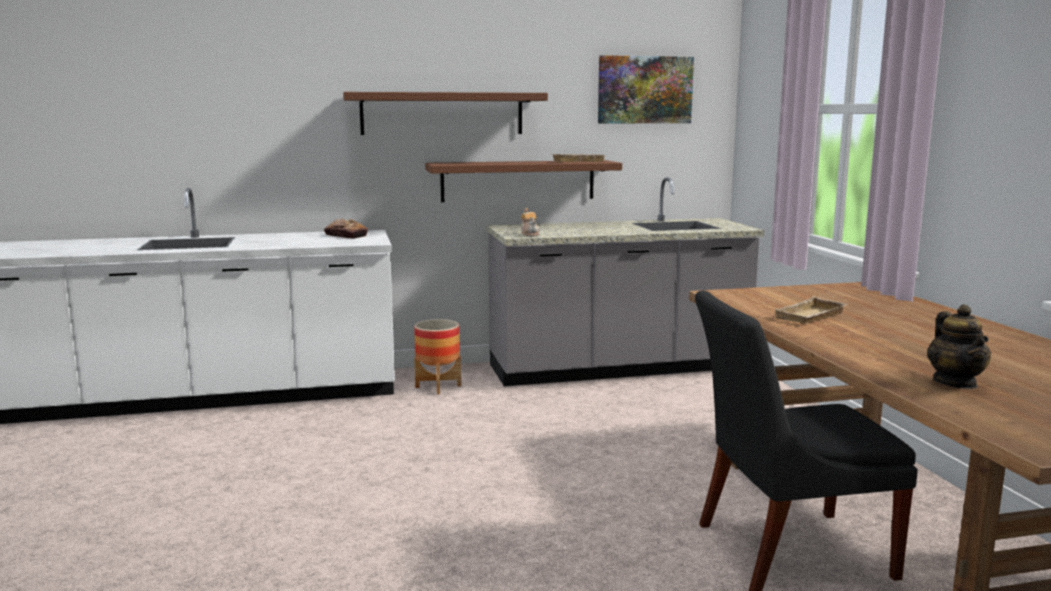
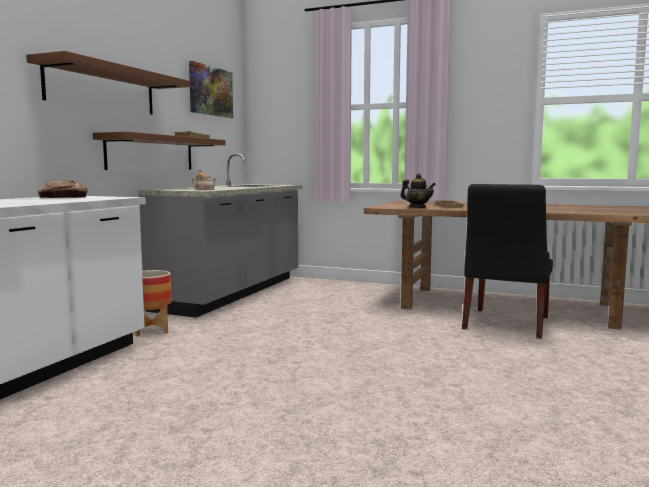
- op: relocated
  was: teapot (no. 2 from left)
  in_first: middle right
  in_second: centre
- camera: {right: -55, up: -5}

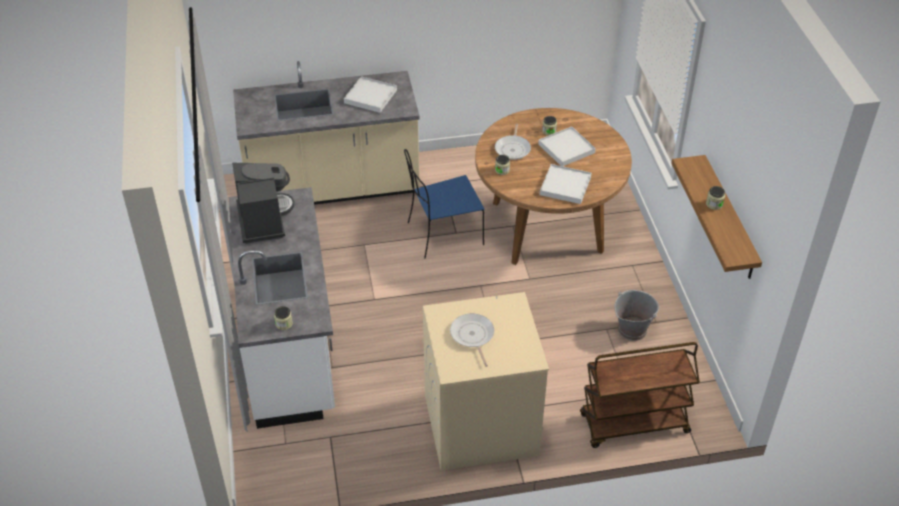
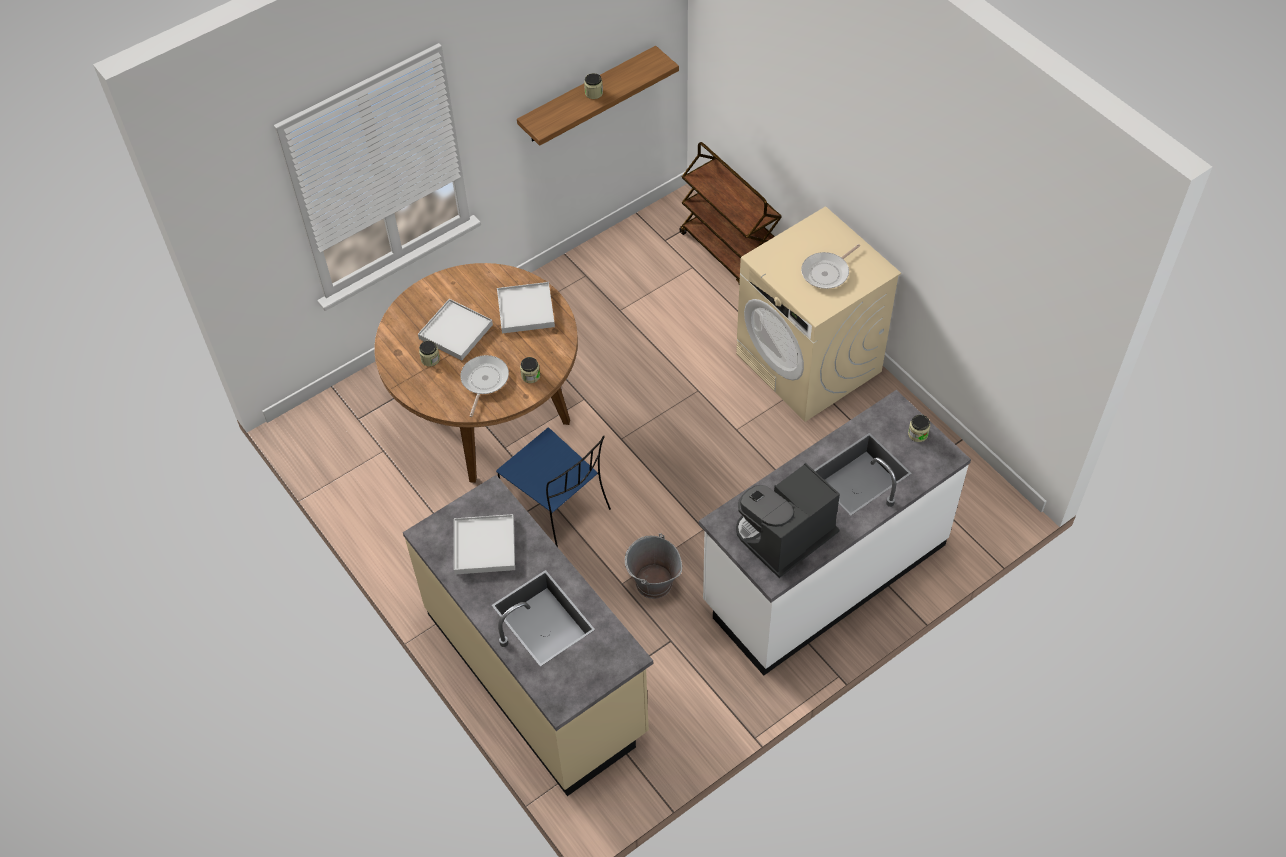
- op: spun
  was: frying pan (no. 2 from left in the first image)
  in_first: top centre
  in_second: centre
  clockwise: -60
- op: relocated
  was: bucket in grey
  in_first: middle right
  in_second: centre
- camera: {right: -115, up: 10}

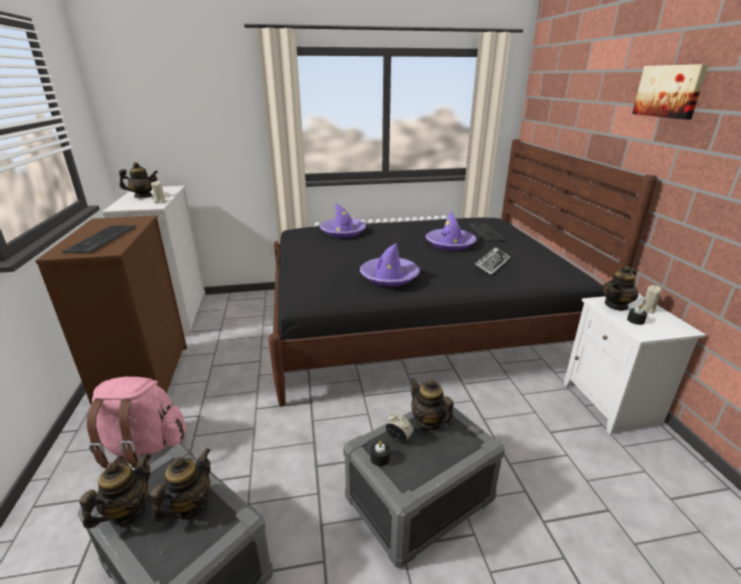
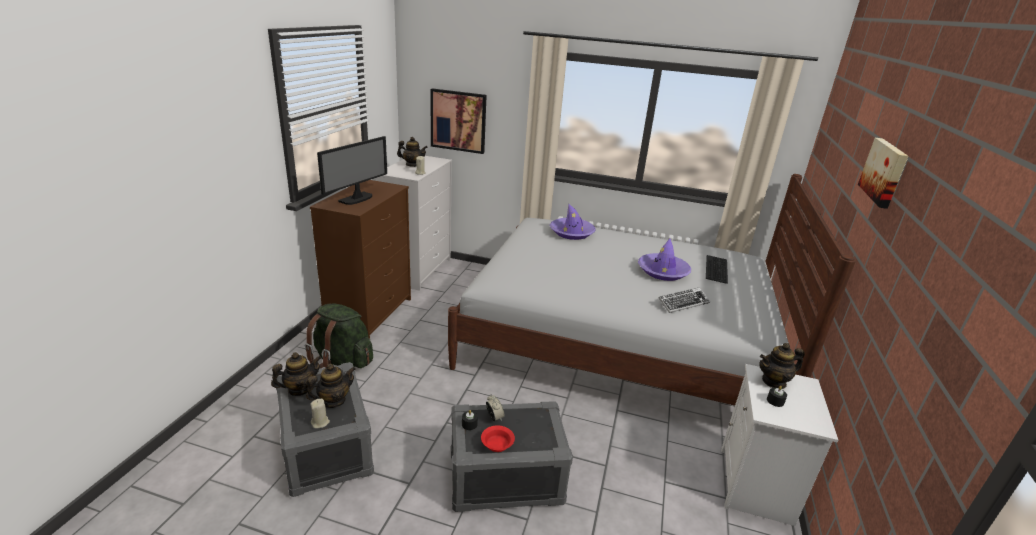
- op: exchanged
  was: keyboard (no. 1 from left)
  now: monitor
  in_first: middle left
  in_second: top centre
- op: colour
  was: backpack in pink
  now: backpack in green
  in_first: bottom left
  in_second: middle left
- op: colour
  was: bed in black
  now: bed in white
  in_first: centre
  in_second: centre
- op: missing
  was: hat in purple (no. 2 from left)
  in_first: centre
- op: missing
  was: teapot (no. 4 from left)
  in_first: bottom centre
- op: relocated
  was: candle in beige (no. 2 from left in the first image)
  now: candle in beige (no. 1 from left)
  in_first: middle right
  in_second: bottom left
- op: appeared
  now: picture (no. 1 from left)
  in_second: top centre
- op: appeared
  now: bowl in red
  in_second: bottom centre
- camera: {right: 25, up: 0}

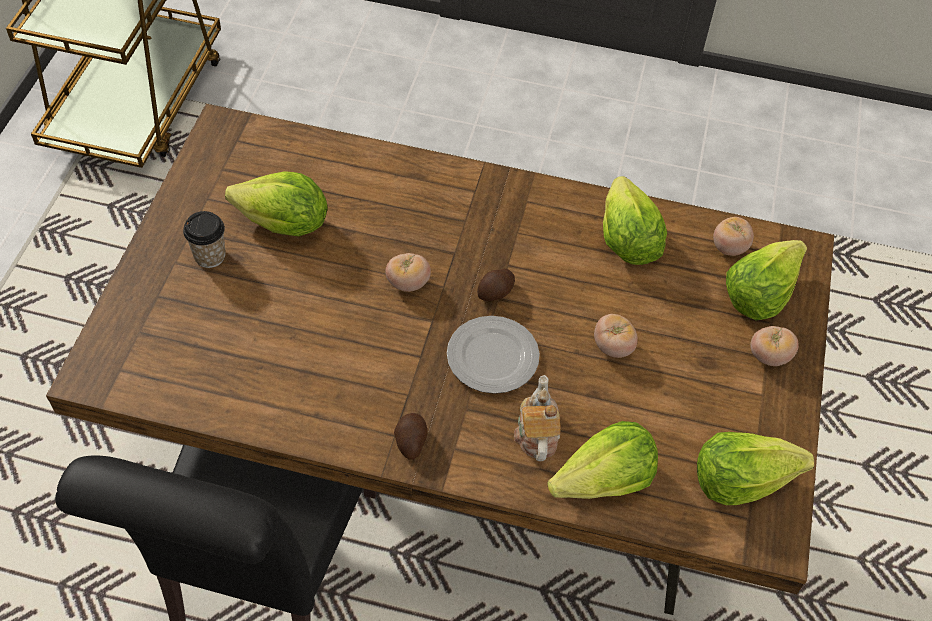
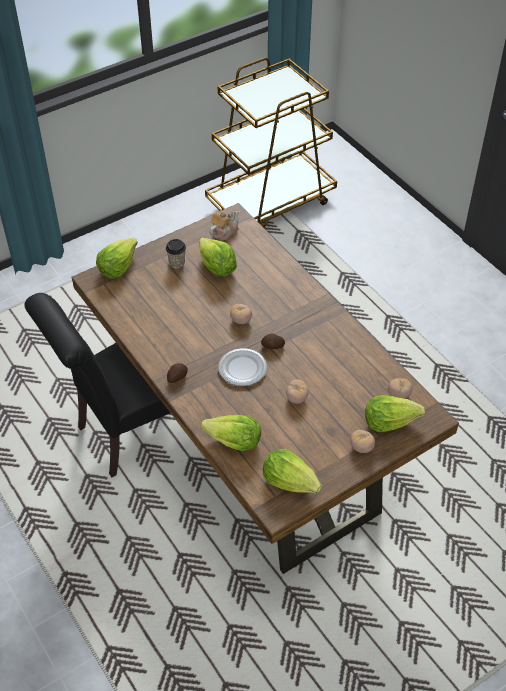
- op: relocated
  was: teapot
  in_first: bottom centre
  in_second: top centre
- op: relocated
  was: lettuce (no. 3 from left in the first image)
  now: lettuce (no. 1 from left)
  in_first: middle right
  in_second: middle left
- camera: {right: 45, up: -5}

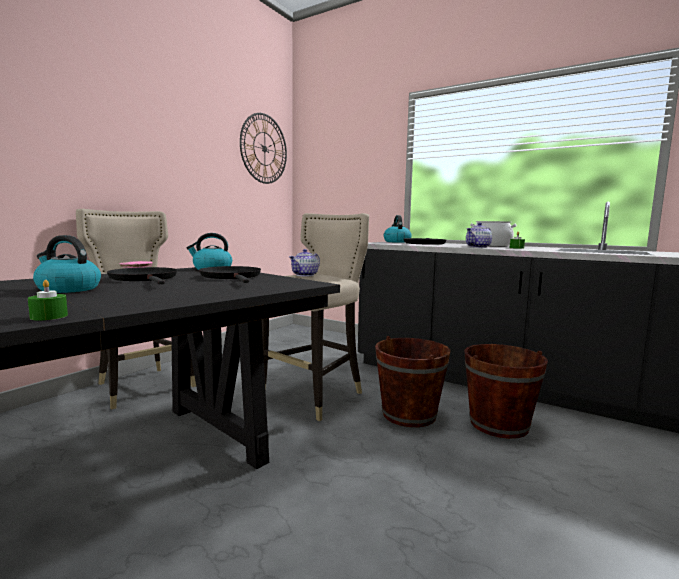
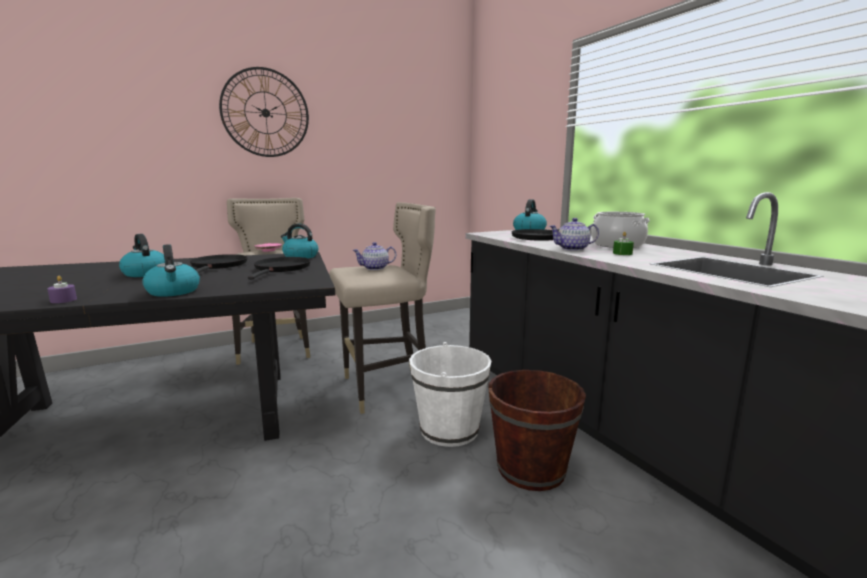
- op: colour
  was: candle in green (no. 1 from left)
  now: candle in purple
  in_first: middle left
  in_second: middle left
- op: relocated
  was: wall clock
  in_first: top centre
  in_second: top left
- op: colour
  was: bucket in brown (no. 1 from left)
  now: bucket in white
  in_first: centre
  in_second: bottom centre
- op: appeared
  now: kettle (no. 2 from left)
  in_second: middle left
- camera: {right: 30, up: 5}

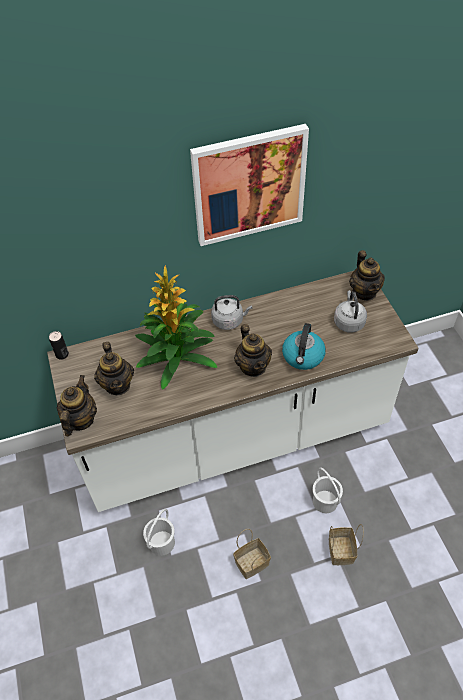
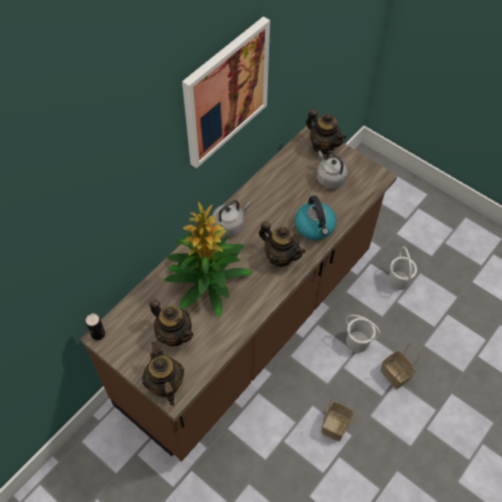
- op: colour
  was: counter in white
  now: counter in brown
  in_first: centre
  in_second: centre
- op: relocated
  was: bucket in white (no. 1 from left in the first image)
  now: bucket in white (no. 2 from left)
  in_first: bottom centre
  in_second: middle right
- camera: {right: -35, up: 5}

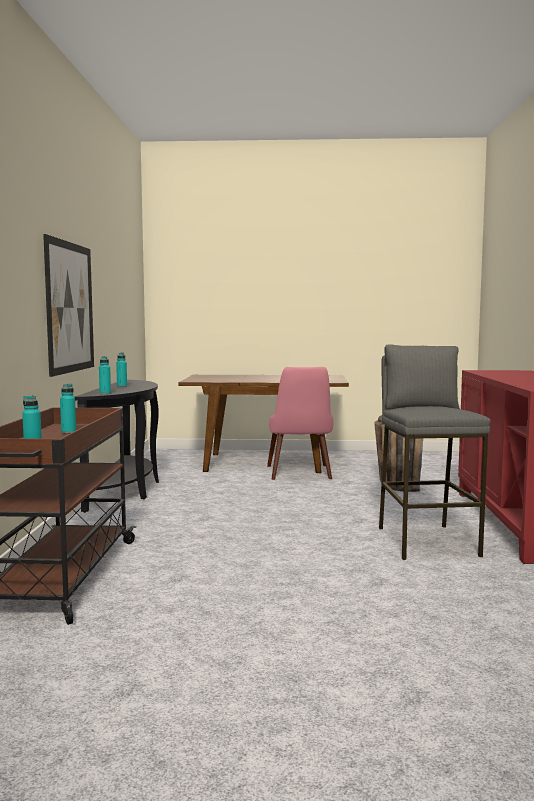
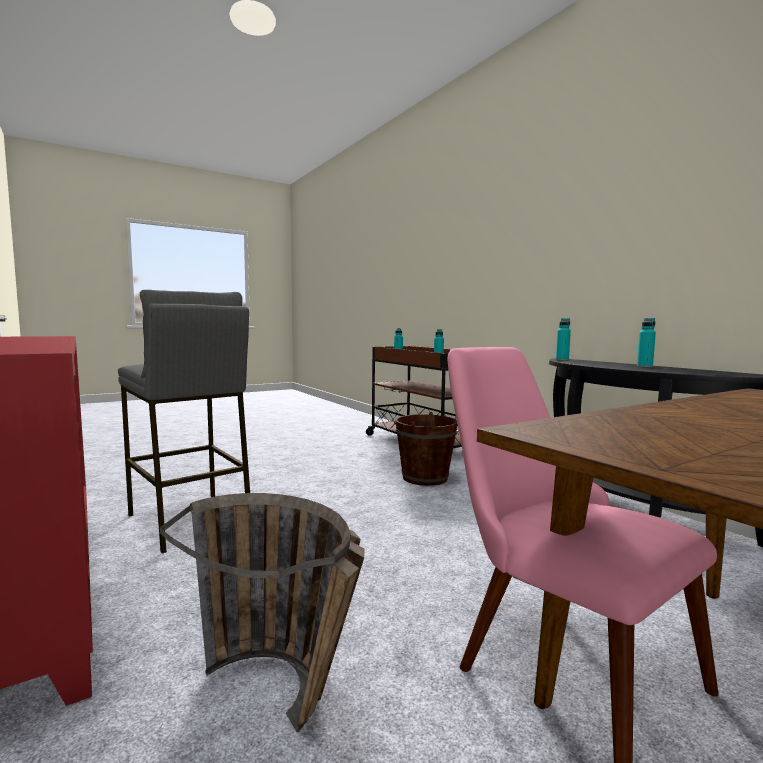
- op: missing
  was: picture
  in_first: middle left
- op: appeared
  now: bucket in brown
  in_second: centre
- camera: {right: 145, up: 0}

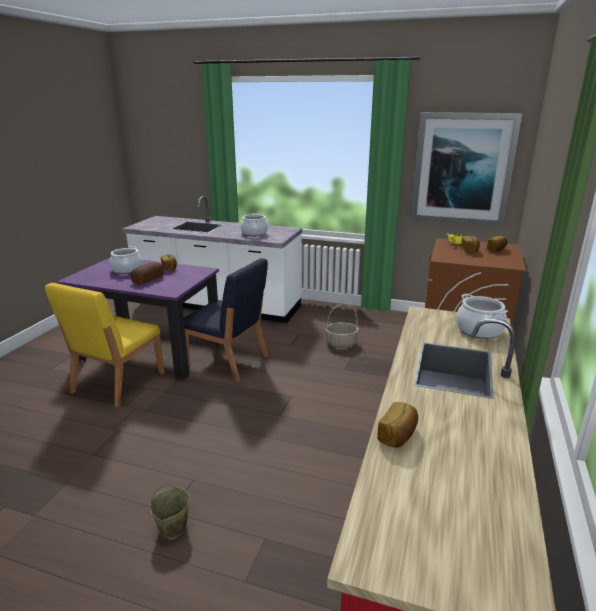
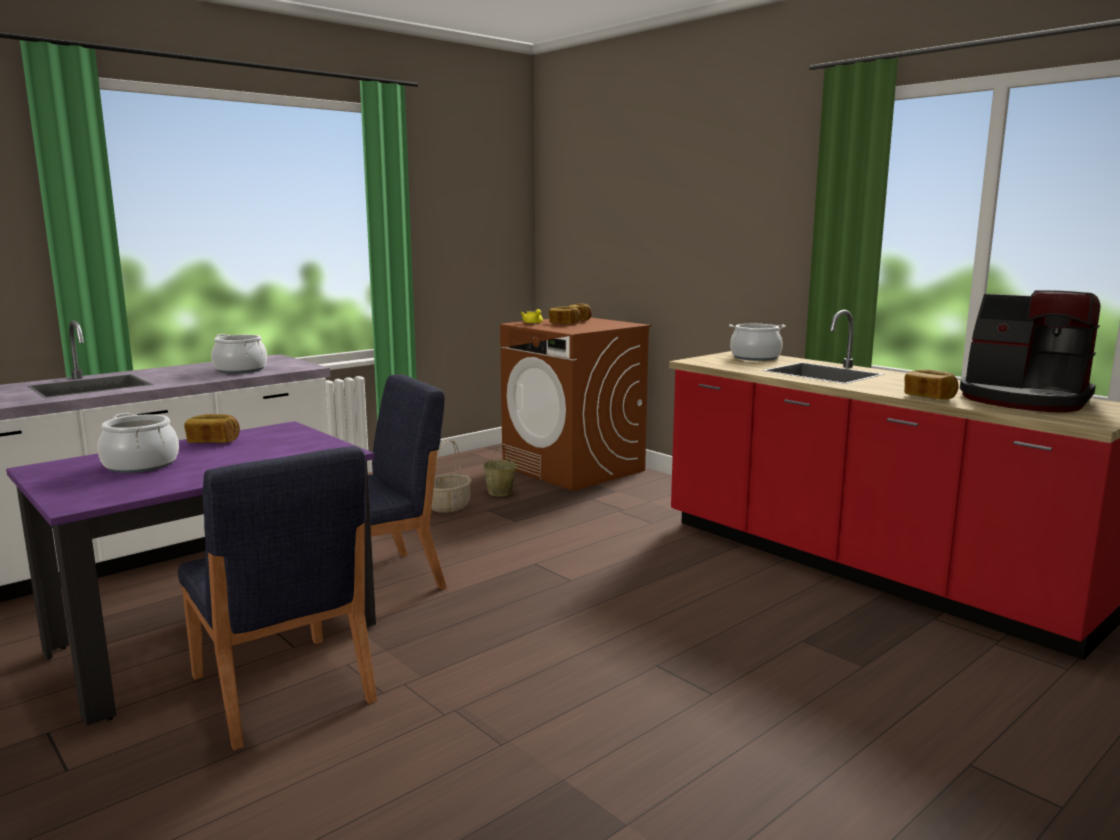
- op: colour
  was: chair in yellow
  now: chair in blue (no. 1 from left)
  in_first: middle left
  in_second: bottom left
- op: missing
  was: bread (no. 1 from left)
  in_first: middle left
- op: relocated
  was: bucket in beige
  in_first: bottom left
  in_second: centre
- op: missing
  was: picture
  in_first: top right
- op: appeared
  now: coffee machine
  in_second: middle right
- camera: {right: -60, up: -10}

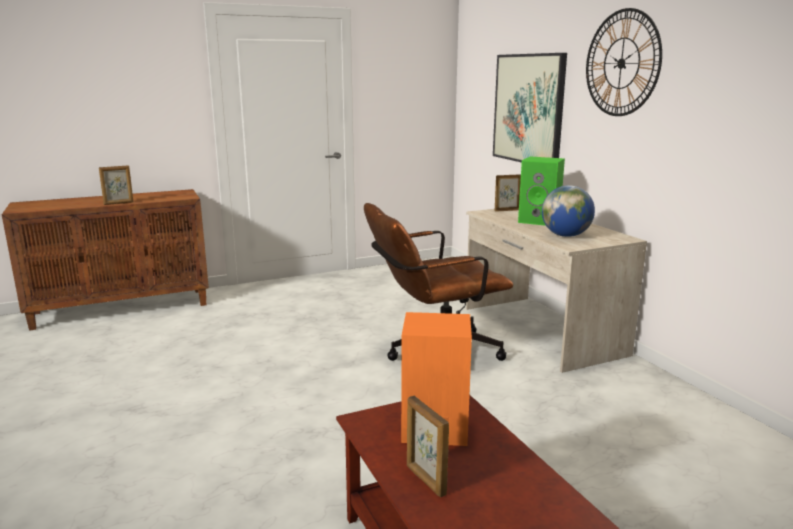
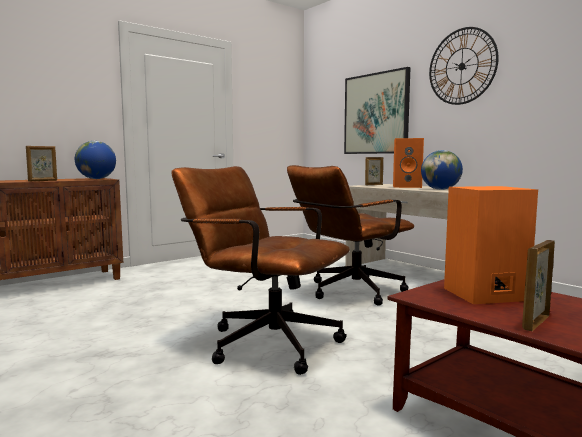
- op: spun
  was: picture frame (no. 2 from left in the first image)
  in_first: bottom centre
  in_second: middle right
  clockwise: 90
- op: colour
  was: speaker in green
  now: speaker in orange (no. 1 from left)
  in_first: middle right
  in_second: middle right
- op: appeared
  now: globe (no. 1 from left)
  in_second: middle left
- op: appeared
  now: office chair in brown (no. 1 from left)
  in_second: centre
- camera: {right: -15, up: -10}

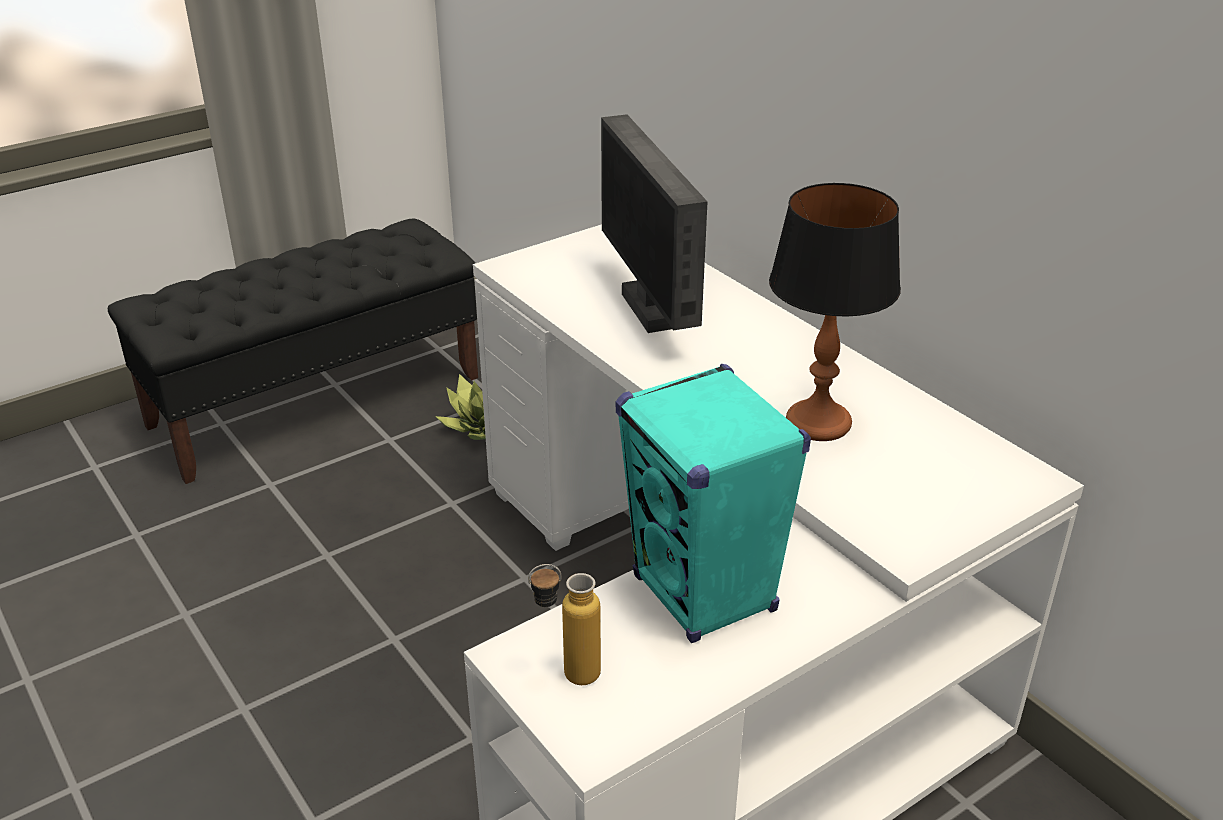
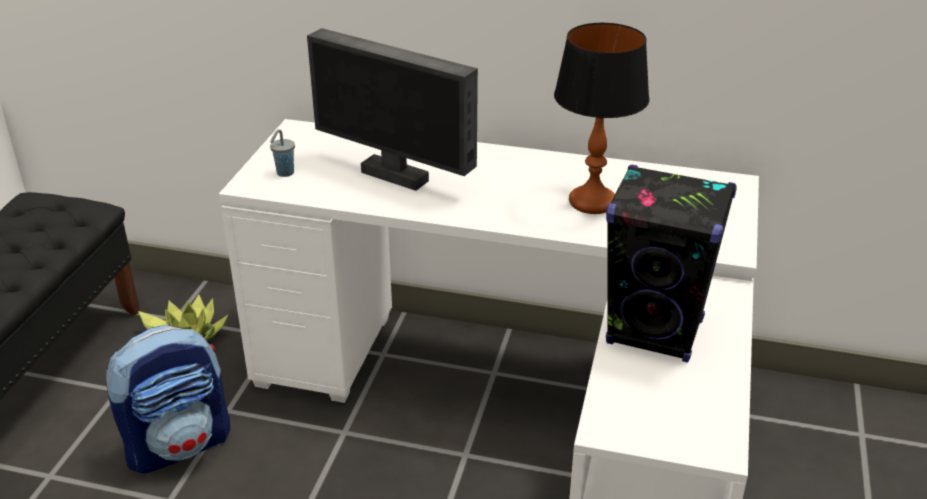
- op: missing
  was: bottle
  in_first: bottom centre
- op: colour
  was: speaker in turquoise
  now: speaker in black
  in_first: centre
  in_second: middle right
- op: appeared
  now: backpack
  in_second: bottom left
- op: appeared
  now: cup in grey
  in_second: top left
- camera: {right: -40, up: 0}

